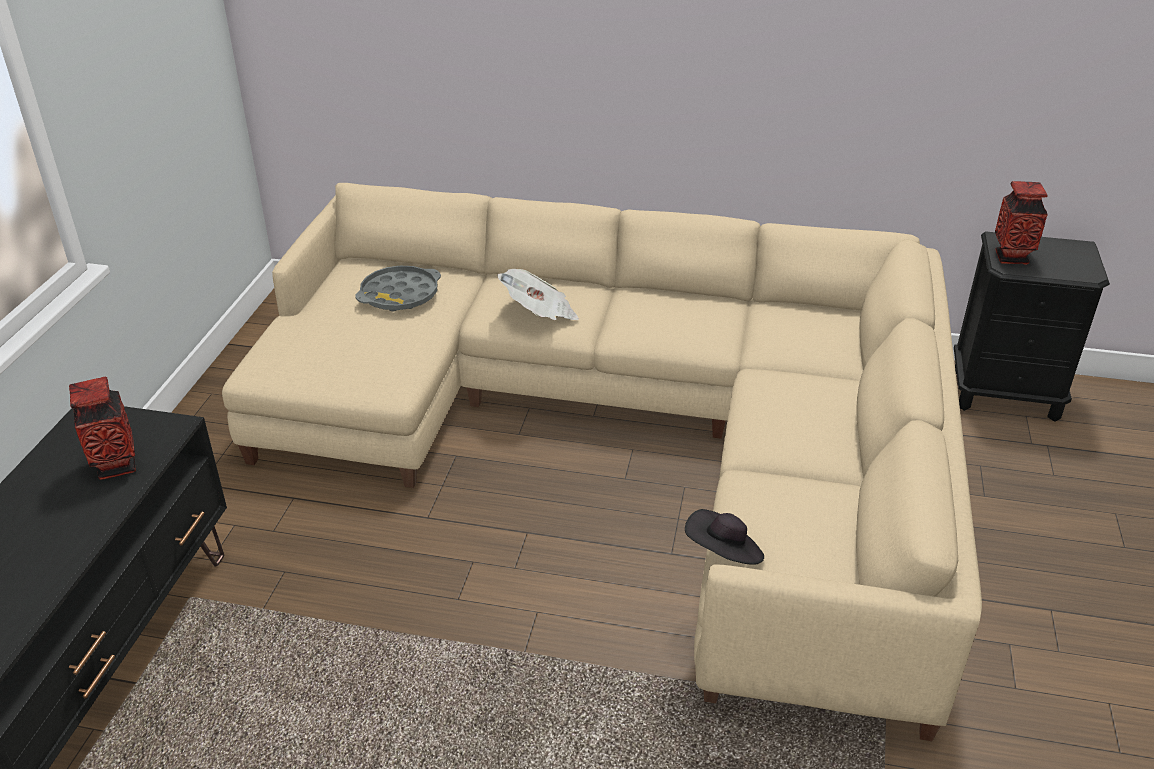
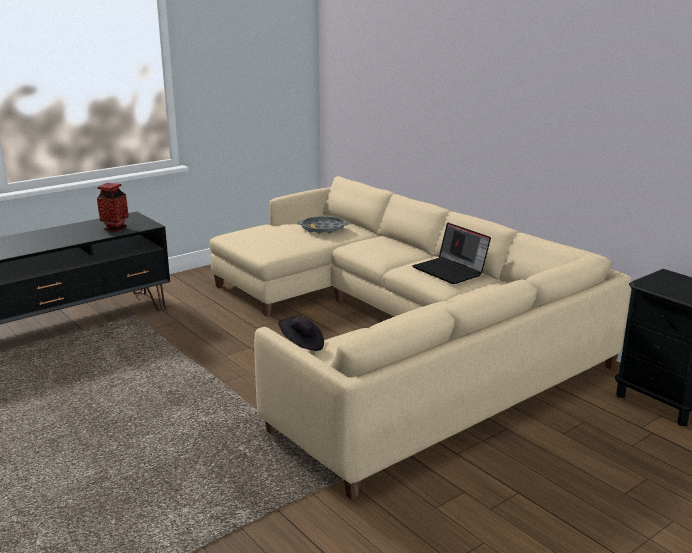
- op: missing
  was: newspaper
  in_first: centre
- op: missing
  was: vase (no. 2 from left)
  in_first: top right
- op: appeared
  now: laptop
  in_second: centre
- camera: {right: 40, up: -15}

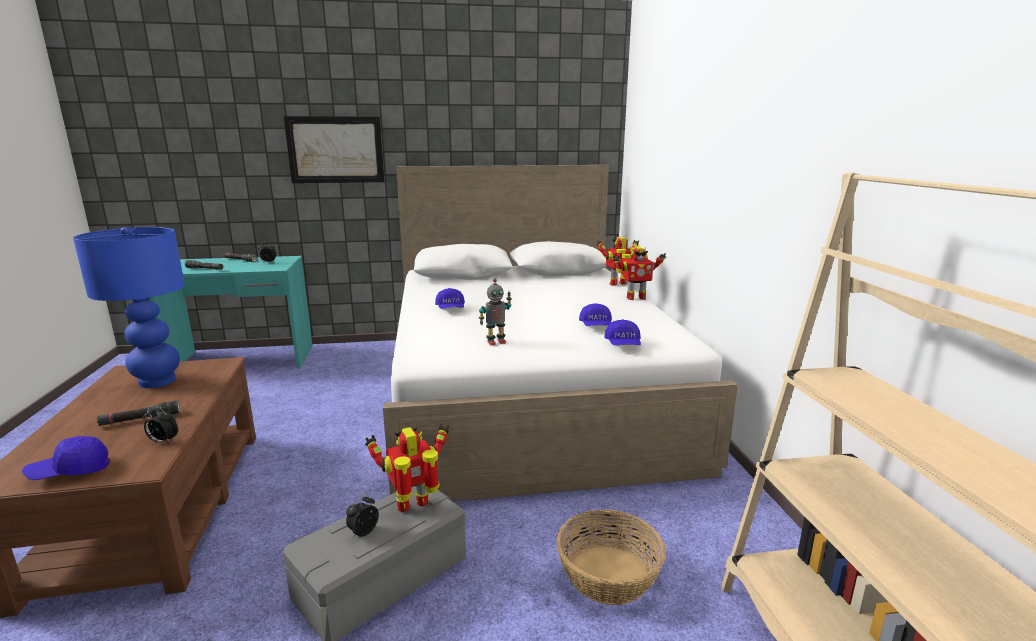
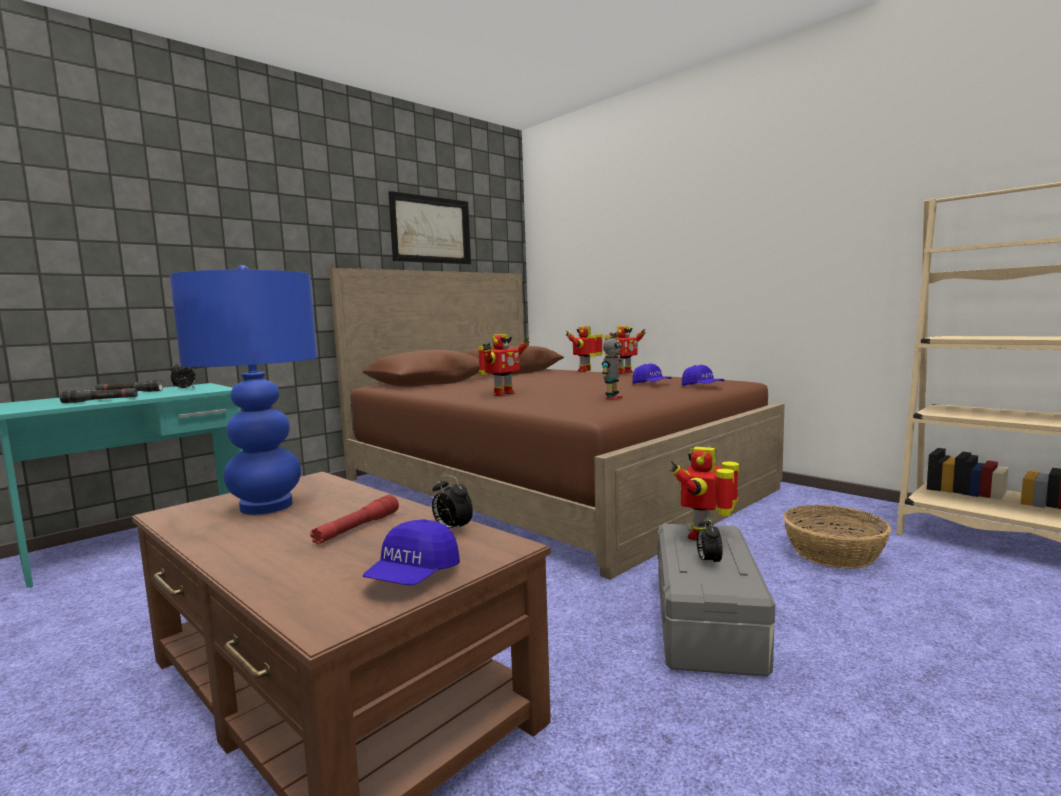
- op: colour
  was: flashlight in black (no. 1 from left)
  now: flashlight in red
  in_first: middle left
  in_second: centre
- op: spun
  was: alarm clock (no. 1 from left in the first image)
  in_first: middle left
  in_second: centre
  clockwise: 60
- op: relocated
  was: picture
  in_first: top left
  in_second: top centre
- op: colour
  was: bed in white
  now: bed in brown
  in_first: centre
  in_second: centre
- op: exchanged
  was: cap in blue (no. 2 from left)
  now: toy robot (no. 1 from left)
  in_first: centre
  in_second: centre
- camera: {right: -35, up: -10}

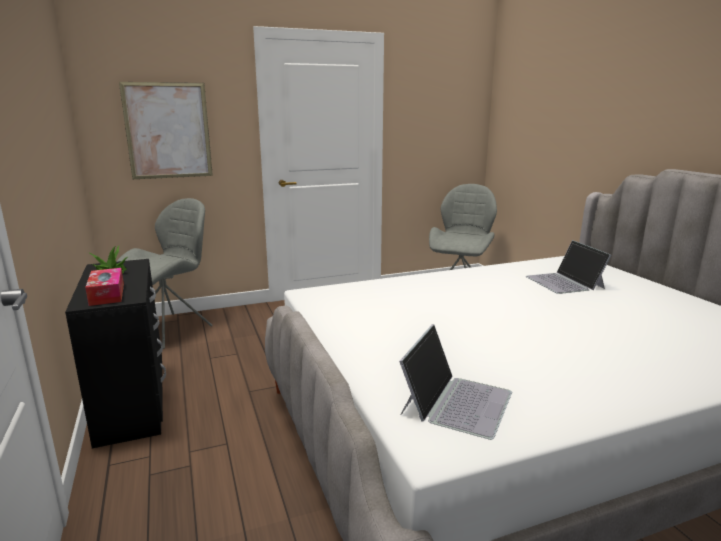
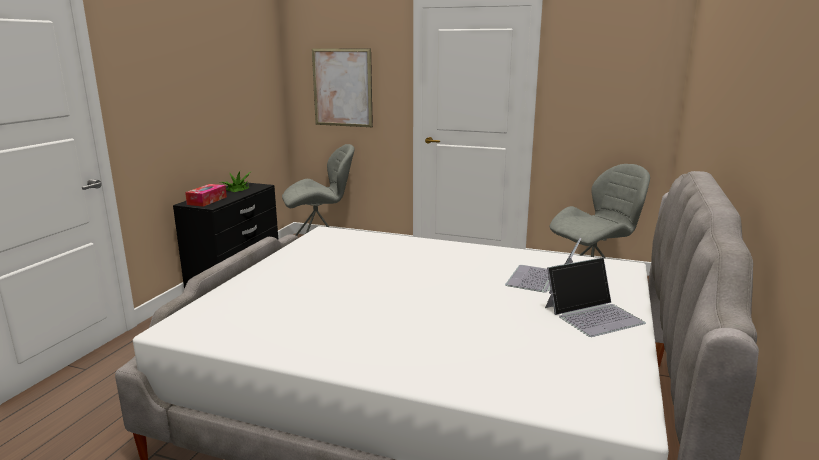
- op: relocated
  was: laptop (no. 1 from left in the first image)
  now: laptop (no. 2 from left)
  in_first: bottom centre
  in_second: middle right
- camera: {right: 40, up: 0}

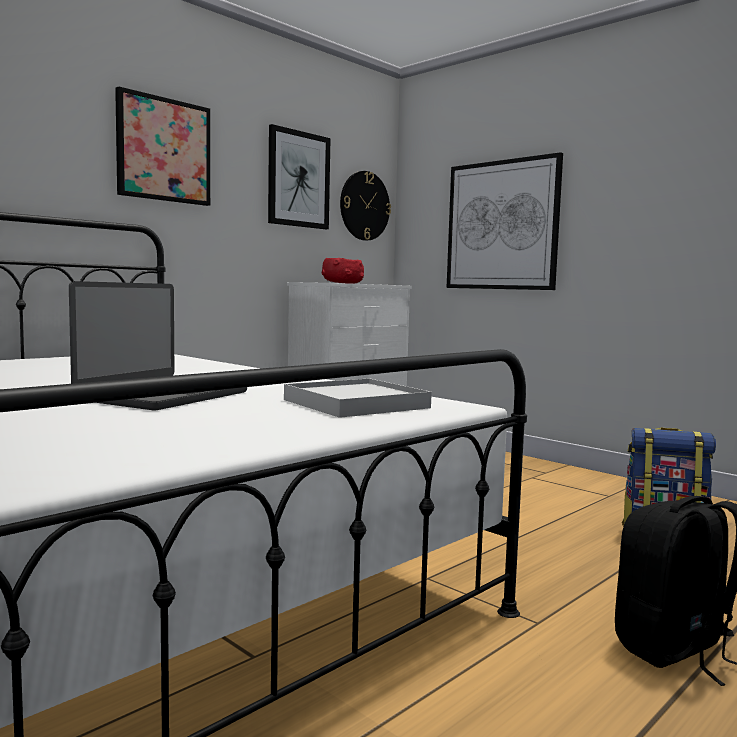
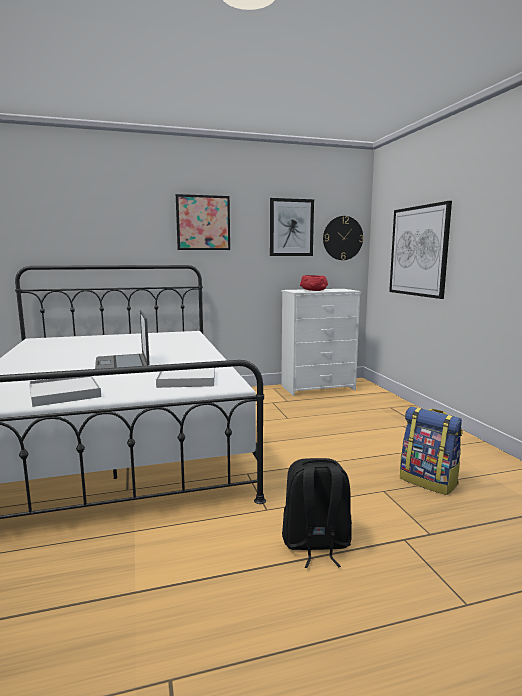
- op: spun
  was: laptop
  in_first: middle left
  in_second: middle left
  clockwise: 105
- op: appeared
  now: tray in white (no. 1 from left)
  in_second: middle left
- camera: {right: 30, up: 5}

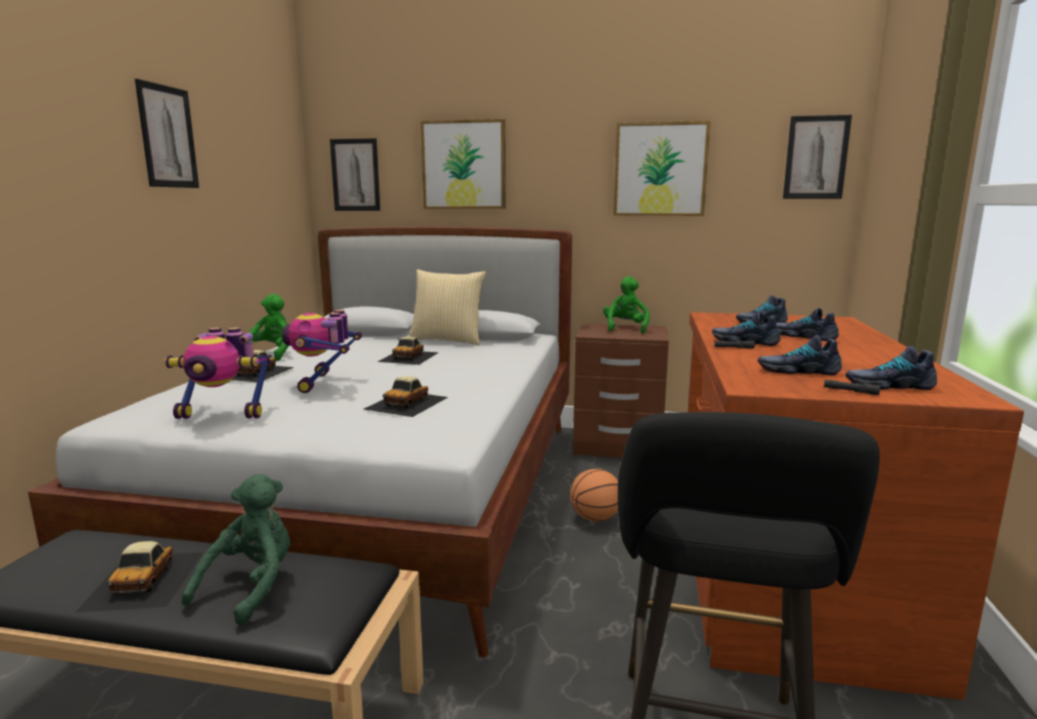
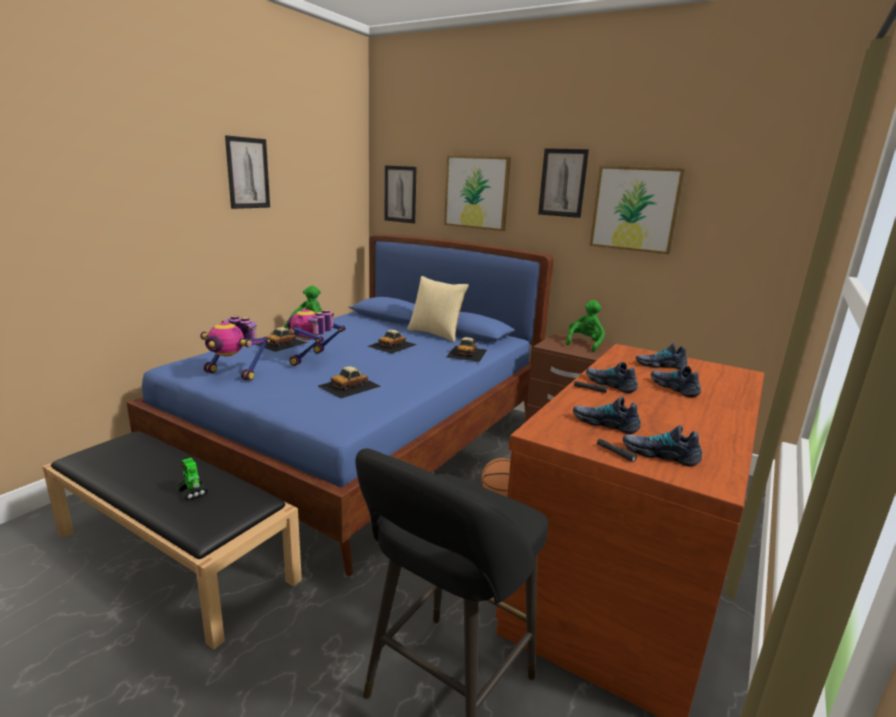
- op: colour
  was: bed in white
  now: bed in blue
  in_first: middle left
  in_second: centre
- op: relocated
  was: toy car (no. 1 from left in the first image)
  now: toy car (no. 4 from left)
  in_first: bottom left
  in_second: centre
- op: exchanged
  was: plush toy in green (no. 1 from left)
  now: toy robot (no. 1 from left)
  in_first: bottom left
  in_second: bottom left
- op: relocated
  was: picture (no. 5 from left in the first image)
  now: picture (no. 4 from left)
  in_first: top right
  in_second: top centre
- camera: {right: 20, up: 5}

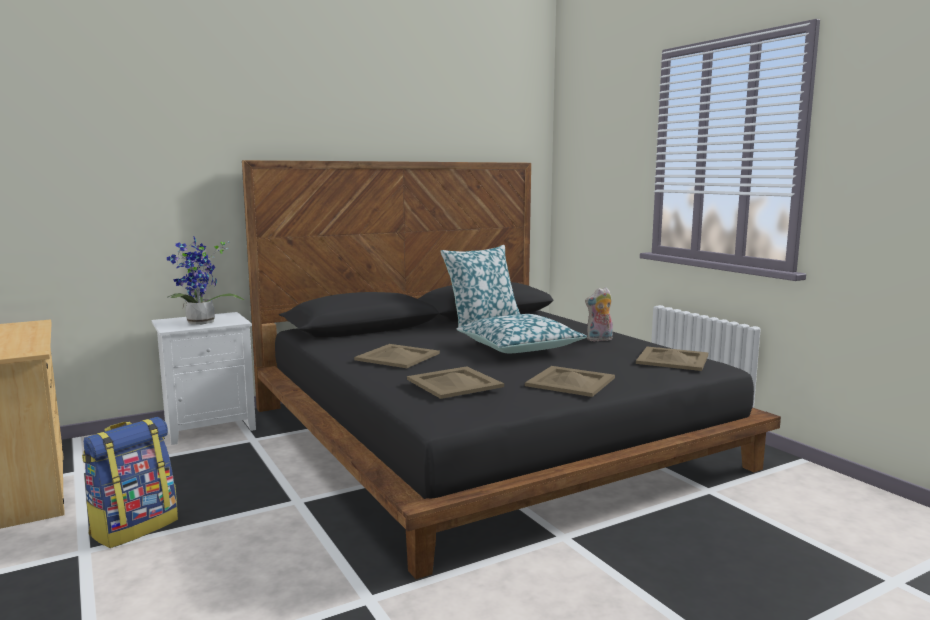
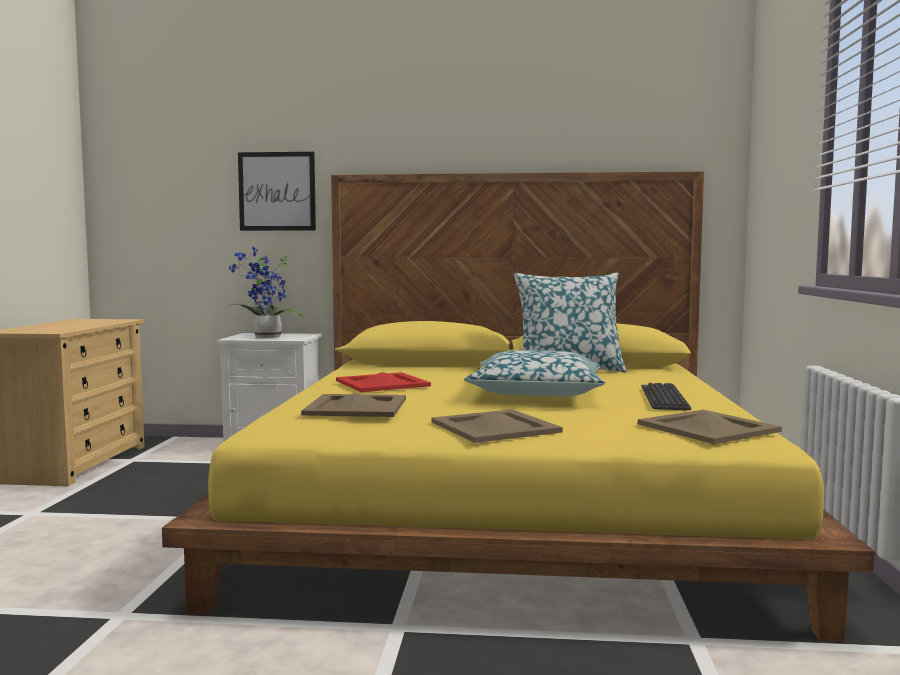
- op: missing
  was: backpack
  in_first: bottom left
- op: colour
  was: bed in black
  now: bed in yellow
  in_first: centre
  in_second: centre
- op: colour
  was: tray in beige (no. 1 from left)
  now: tray in red
  in_first: centre
  in_second: centre
- op: exchanged
  was: plush toy
  now: keyboard
  in_first: centre
  in_second: middle right
- op: appeared
  now: picture
  in_second: top left
- camera: {right: 35, up: -5}

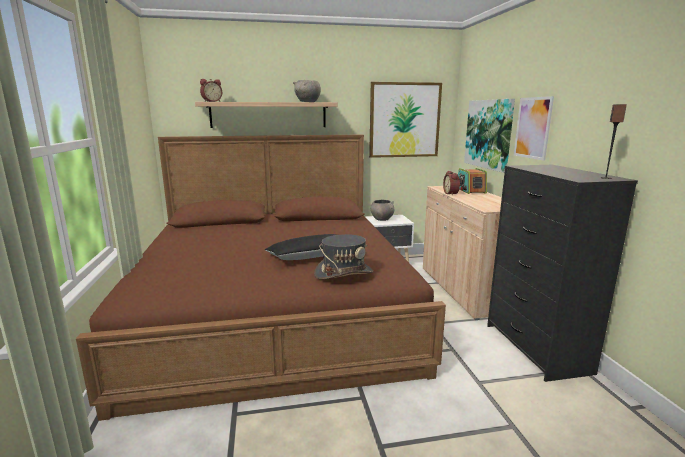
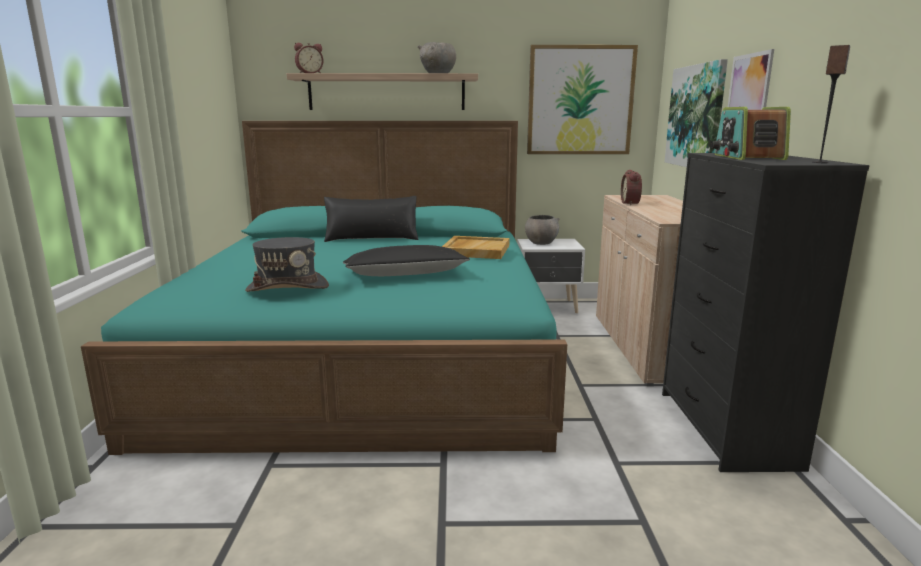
- op: colour
  was: bed in brown
  now: bed in turquoise
  in_first: centre
  in_second: centre
- op: relocated
  was: hat in grey
  in_first: centre
  in_second: middle left
- op: relocated
  was: radio
  in_first: middle right
  in_second: top right
- op: appeared
  now: pillow in black (no. 1 from left)
  in_second: centre
- op: appeared
  now: tray in beige
  in_second: centre
- camera: {right: 10, up: 0}

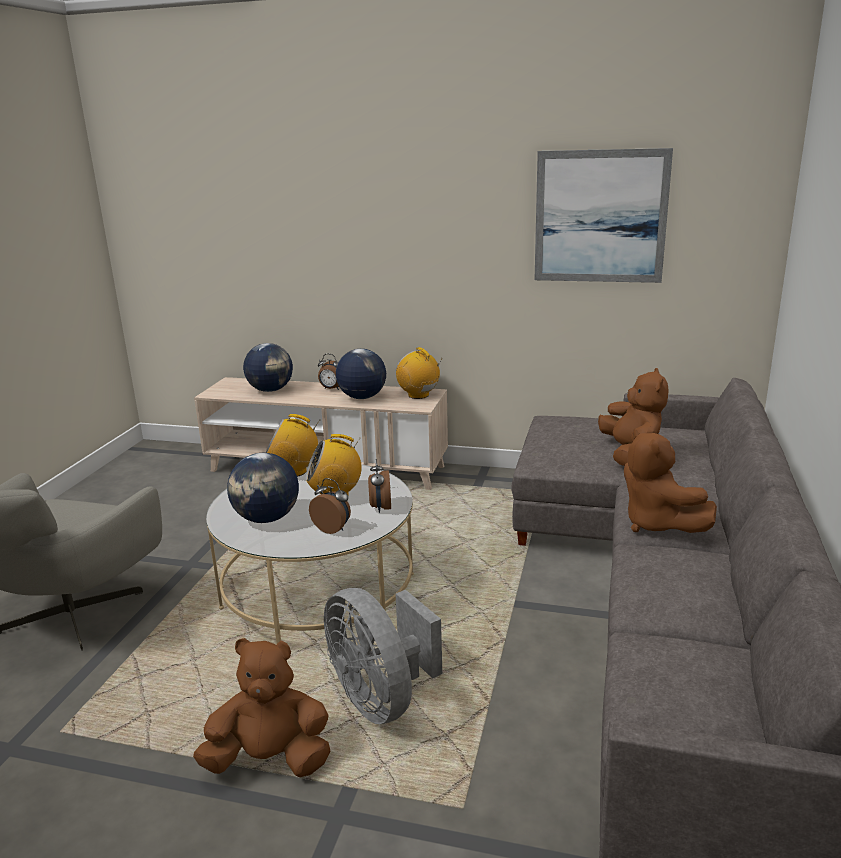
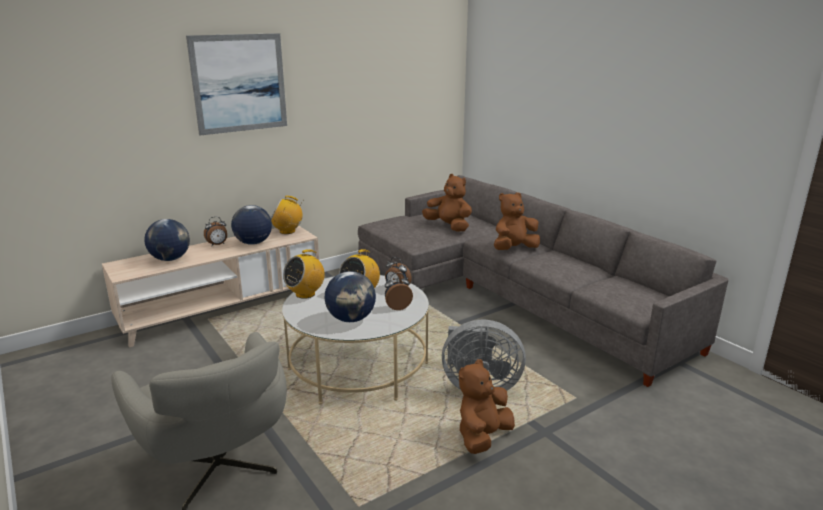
- op: relocated
  was: picture
  in_first: top right
  in_second: top left
- op: spun
  was: plush toy in brown (no. 3 from left)
  in_first: middle right
  in_second: centre
  clockwise: 135
- camera: {right: -50, up: 0}

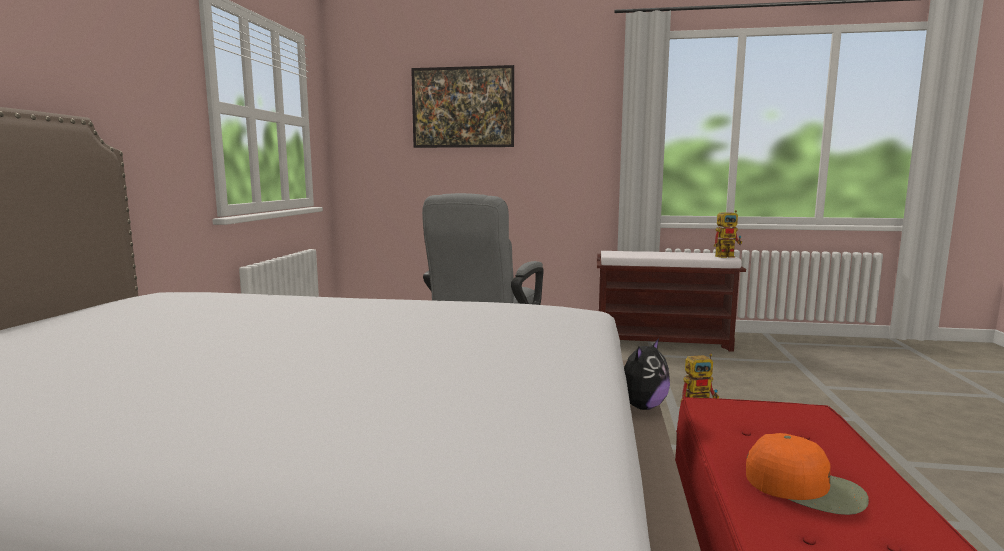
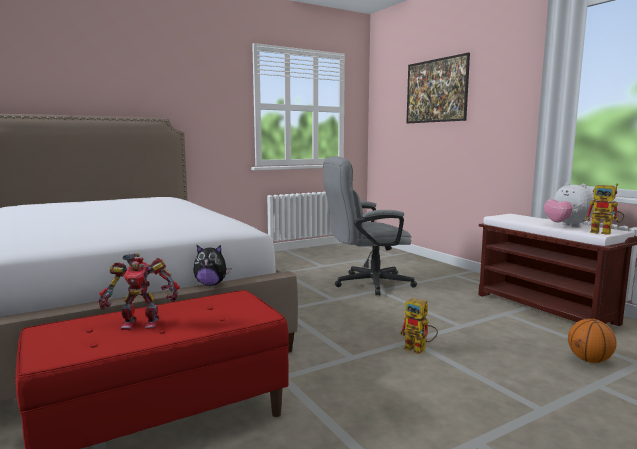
- op: exchanged
  was: cap in orange
  now: toy robot (no. 1 from left)
  in_first: bottom right
  in_second: middle left
- op: appeared
  now: plush toy (no. 2 from left)
  in_second: middle right
- op: appeared
  now: basketball
  in_second: bottom right
- camera: {right: 50, up: 0}

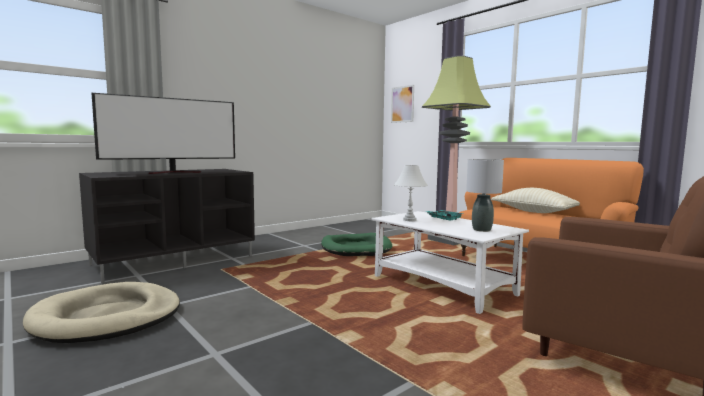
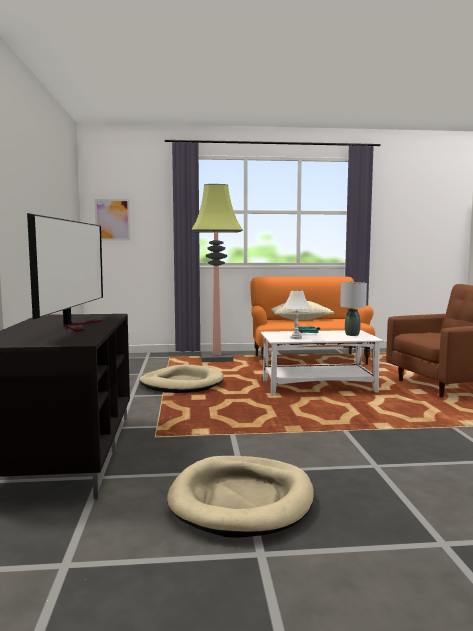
- op: colour
  was: dog bed in green
  now: dog bed in beige (no. 1 from left)
  in_first: centre
  in_second: centre
- camera: {right: -55, up: 0}

